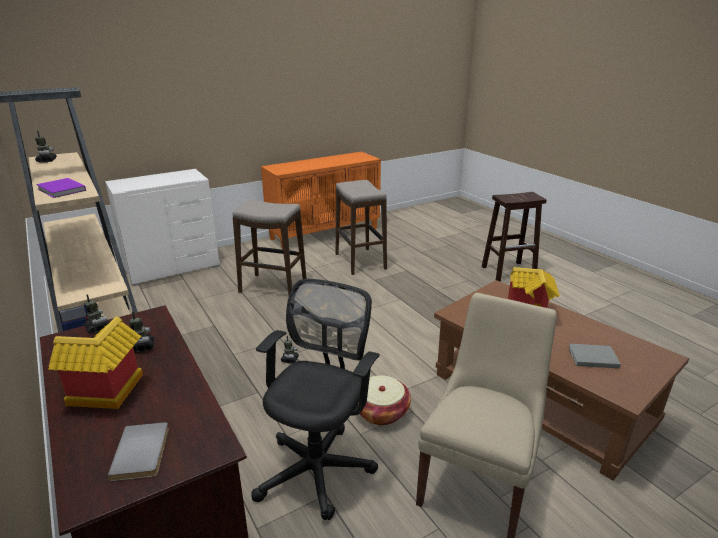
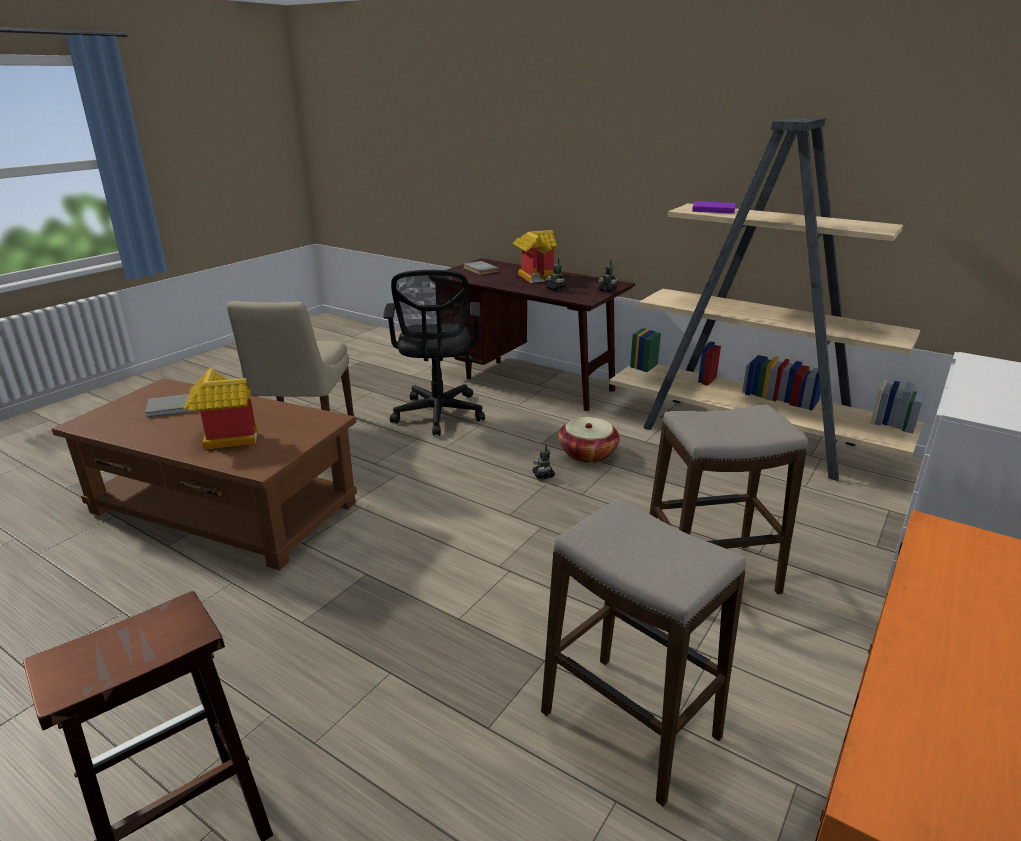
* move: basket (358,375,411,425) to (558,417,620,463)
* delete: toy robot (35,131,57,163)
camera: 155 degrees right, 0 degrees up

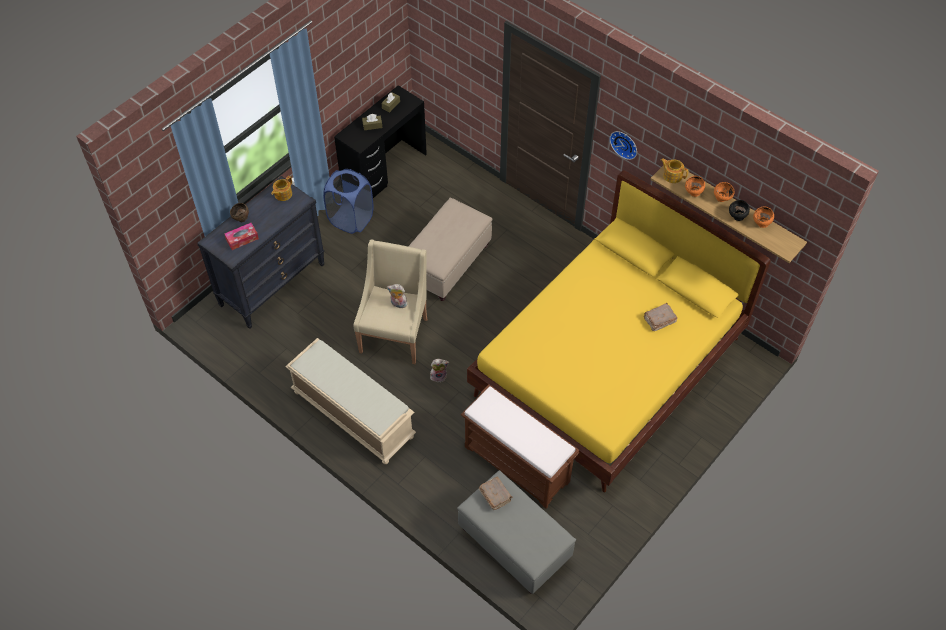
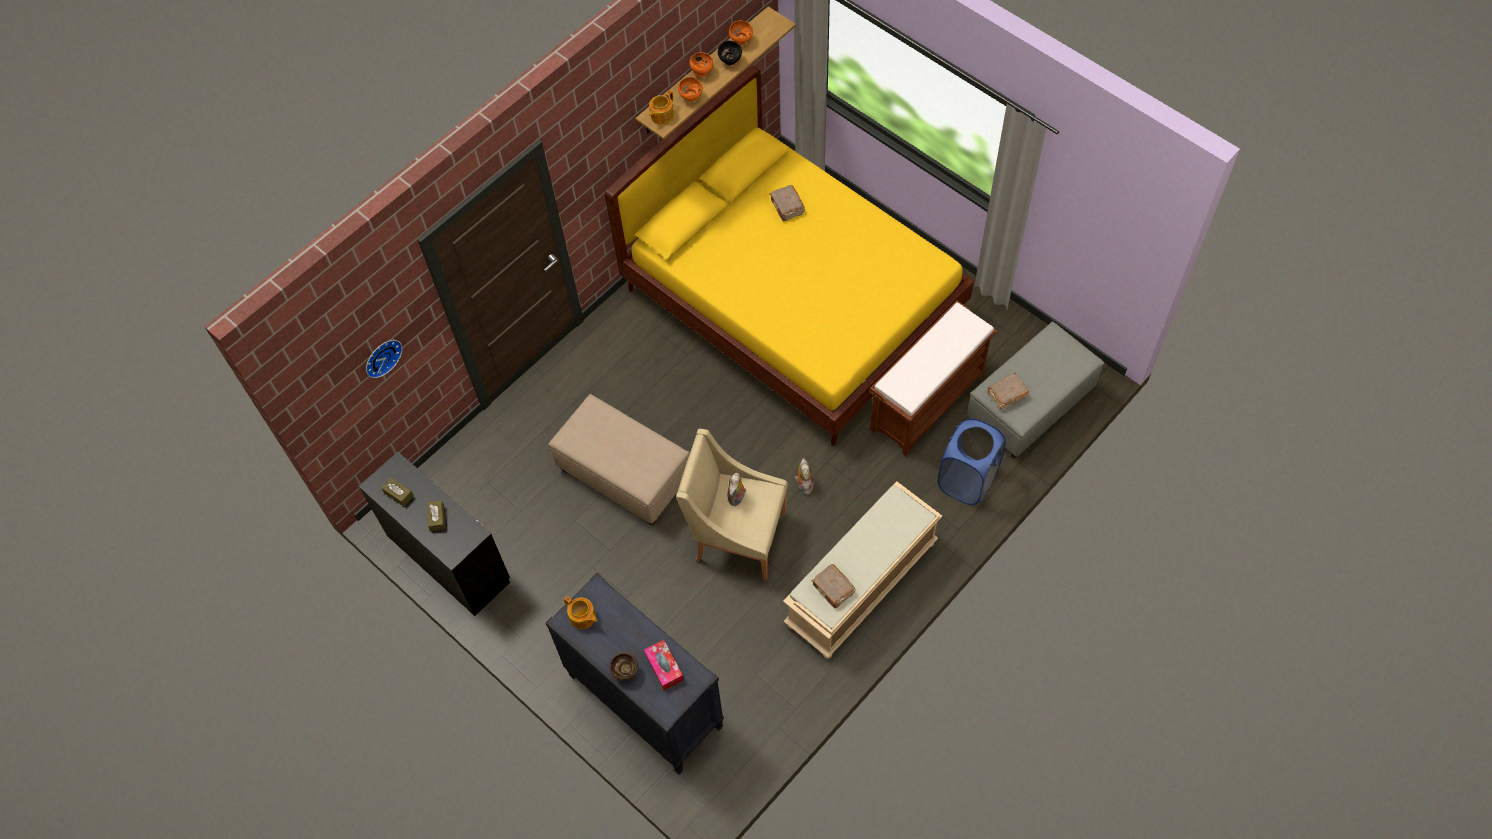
* move: wall clock (610,131,637,160) to (366,340,403,378)
* insert: brown book (811,564,855,609)
* move: blue laundry basket (323,169,374,234) to (938,418,1006,505)
camera: 85 degrees left, 5 degrees up

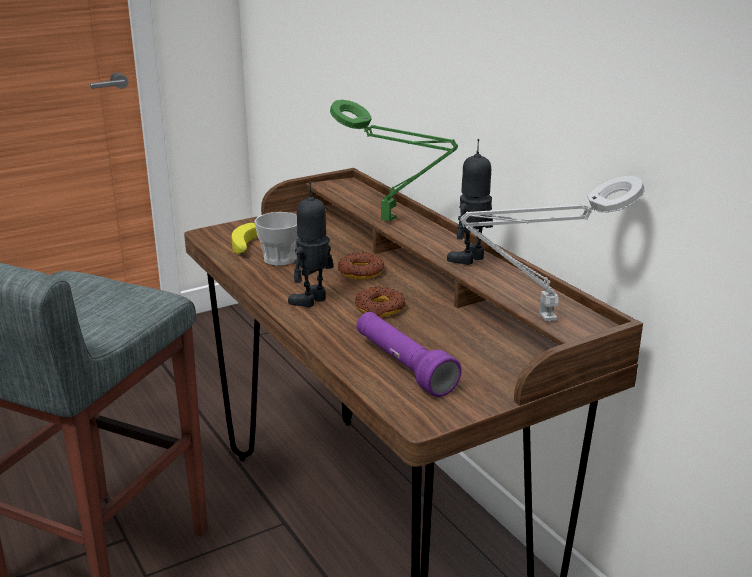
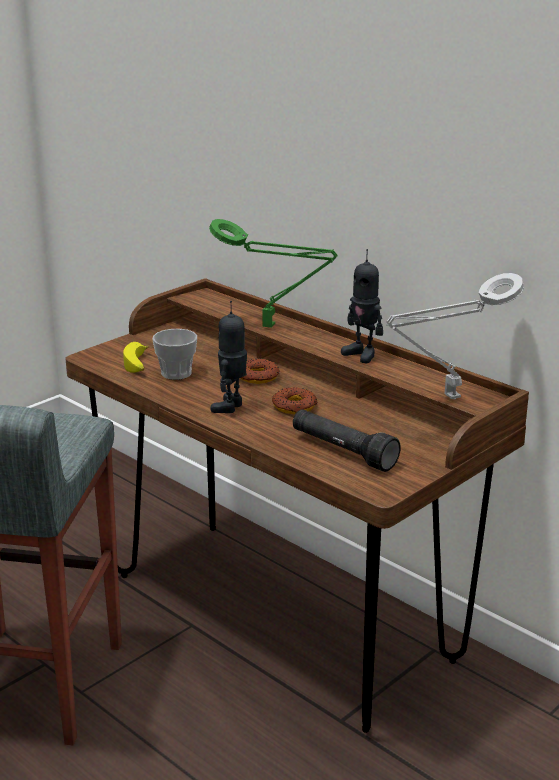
* recolor: purple flashlight (357,312,462,397) to black flashlight (293,409,401,472)
* rotate: toy robot (447,139,493,265) = (341,249,383,363) 75 degrees counterclockwise
camera: 15 degrees left, 0 degrees up

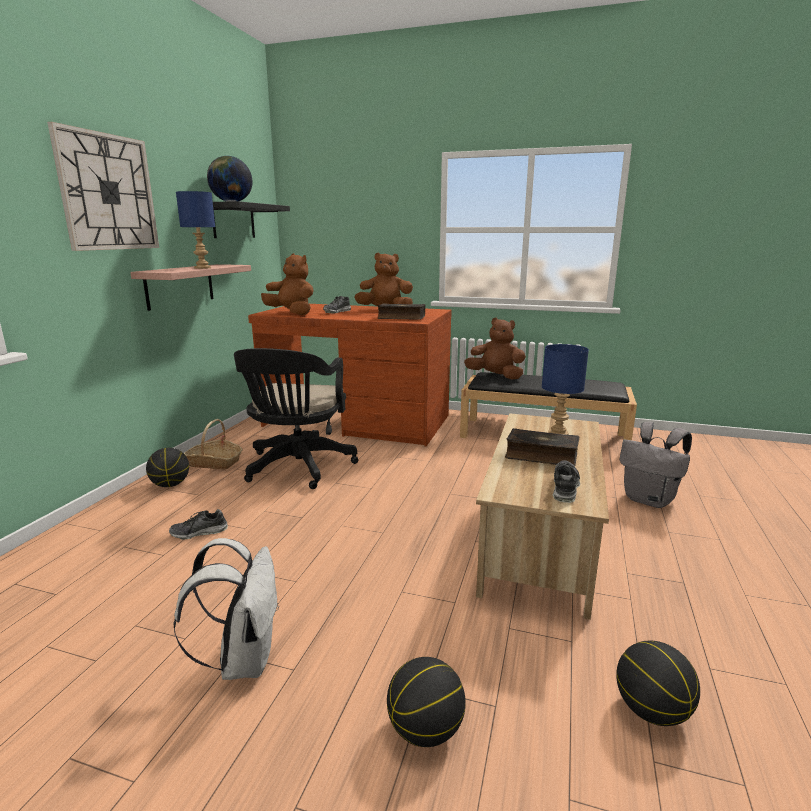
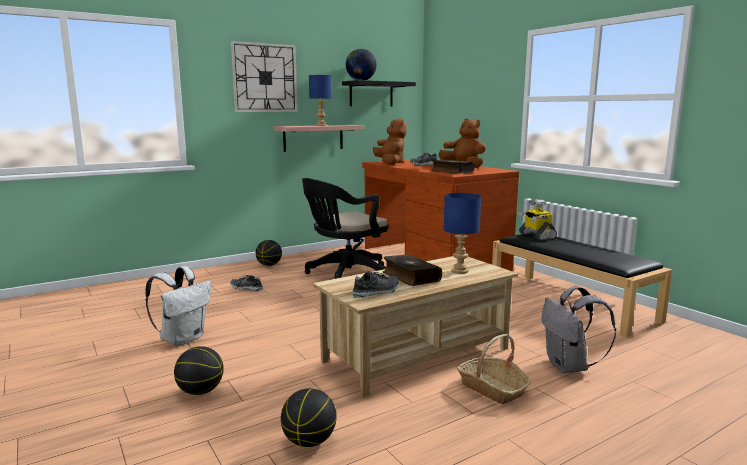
* move: basket (184,419,242,470) to (457,334,531,404)
* replace: brown plush toy (464,318,526,380) to toy robot (518,199,557,241)
camera: 40 degrees right, 5 degrees down

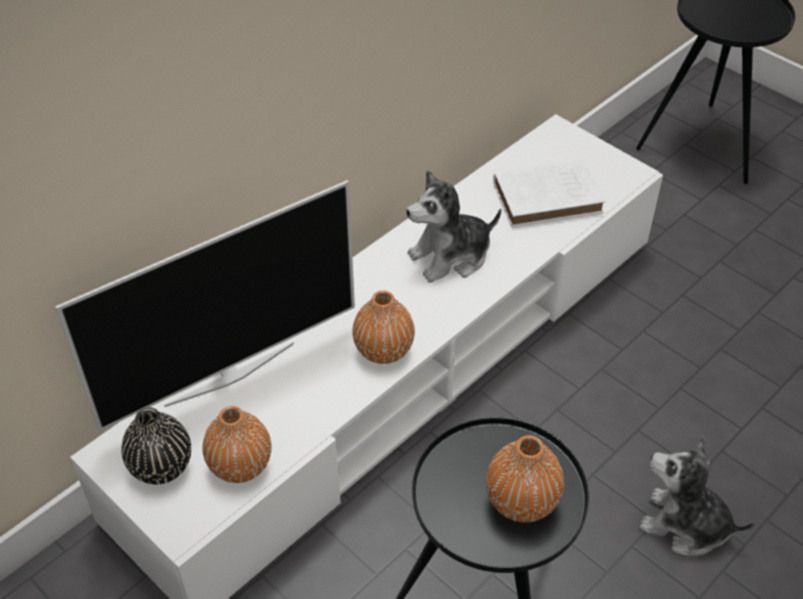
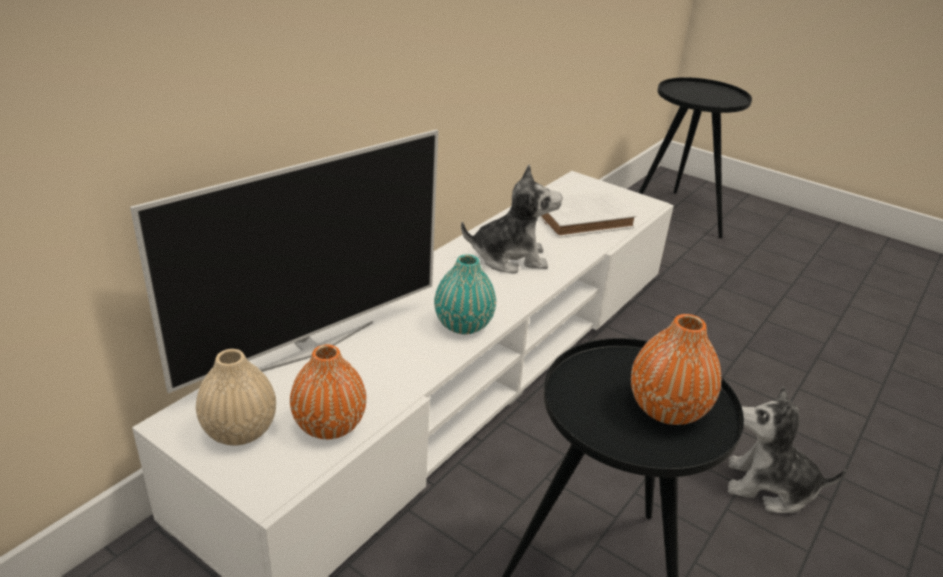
* recolor: black vase (121,407,191,485) to beige vase (196,349,276,445)
* recolor: orange vase (352,291,415,364) to turquoise vase (434,254,496,334)
* rotate: plush toy (406,170,501,283) = (461,164,562,274) 150 degrees counterclockwise
camera: 10 degrees left, 15 degrees down

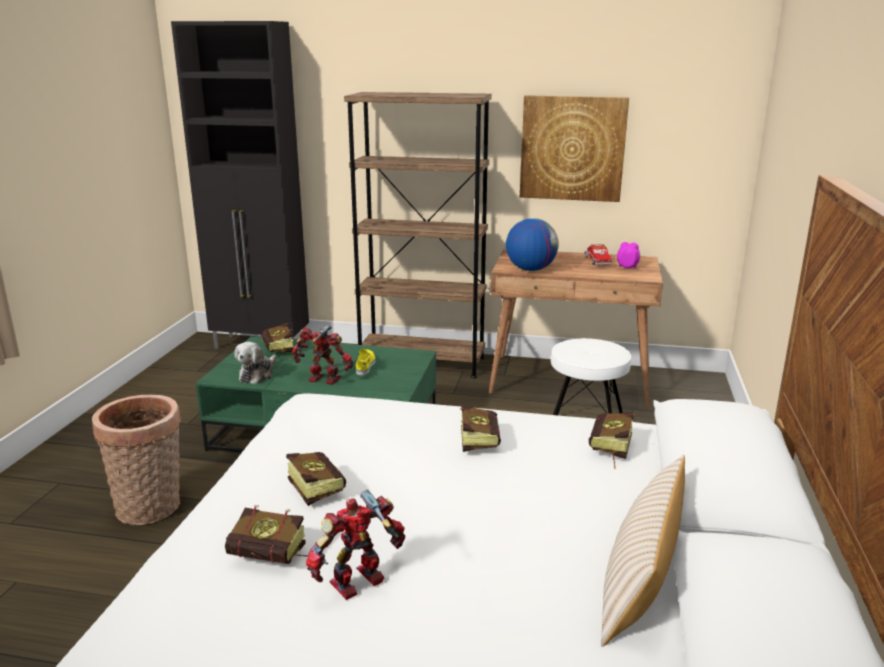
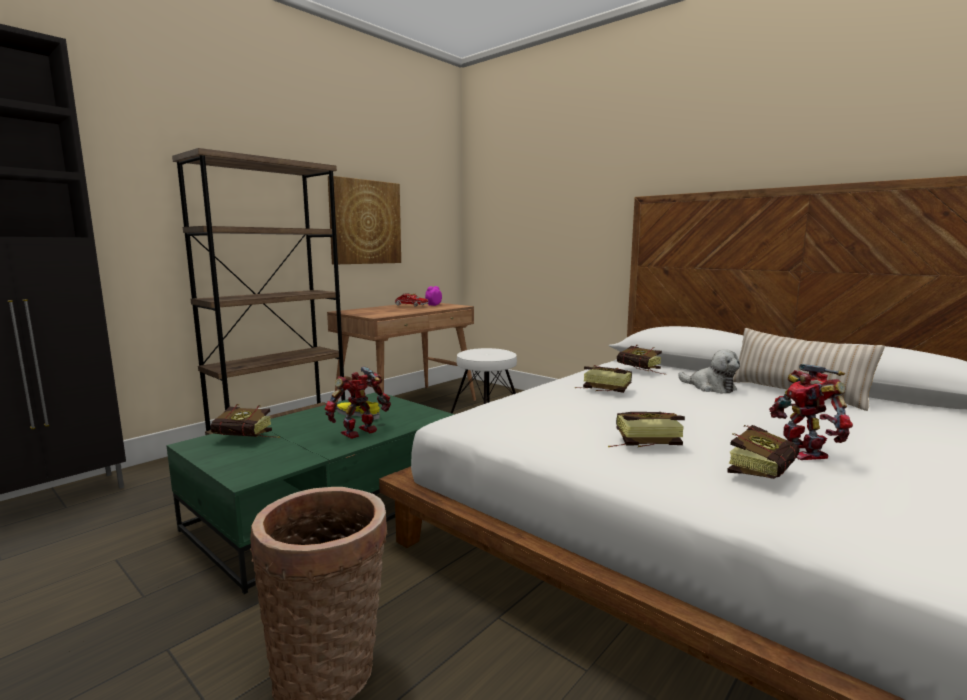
* move: plush toy (234,342,277,384) to (678,349,740,393)
* delete: globe (506,218,559,271)
camera: 60 degrees left, 10 degrees down

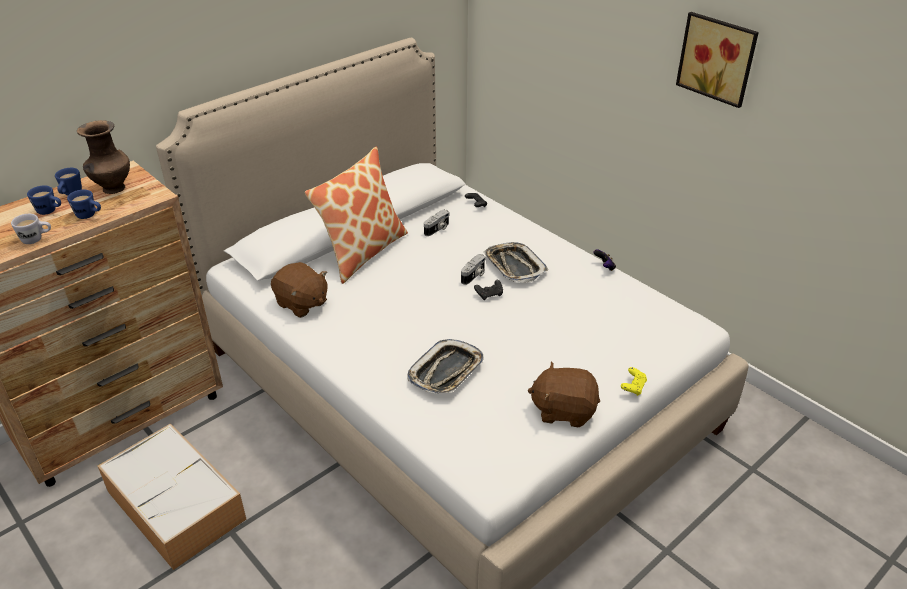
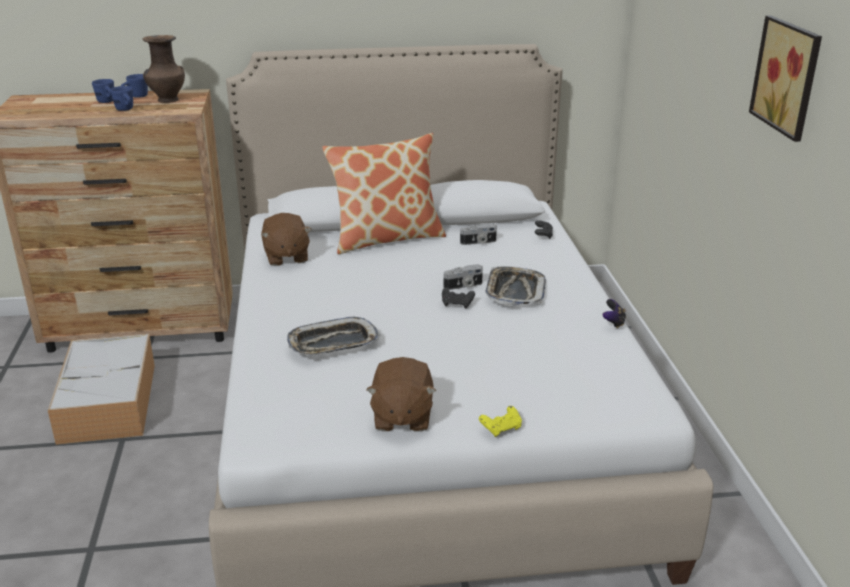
* rotate: brown plush toy (527,361,600,428) = (366,357,436,432) 135 degrees counterclockwise
* delete: white mug (11,214,51,244)
camera: 35 degrees right, 10 degrees down

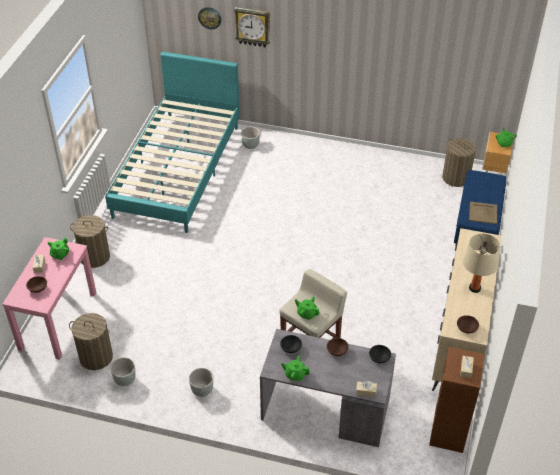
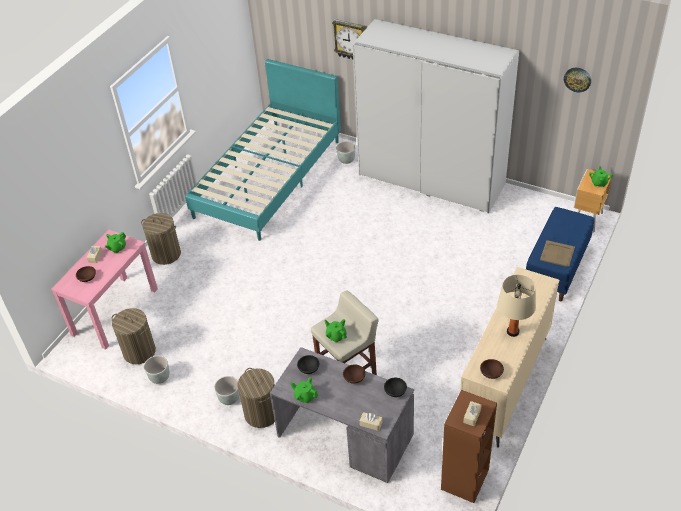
* move: laundry basket (442,138,476,187) to (238,368,275,428)
* insert: white wardrobe (353,19,519,213)
* move: wall clock (198,7,221,29) to (564,68,591,92)
camera: 15 degrees right, 0 degrees up

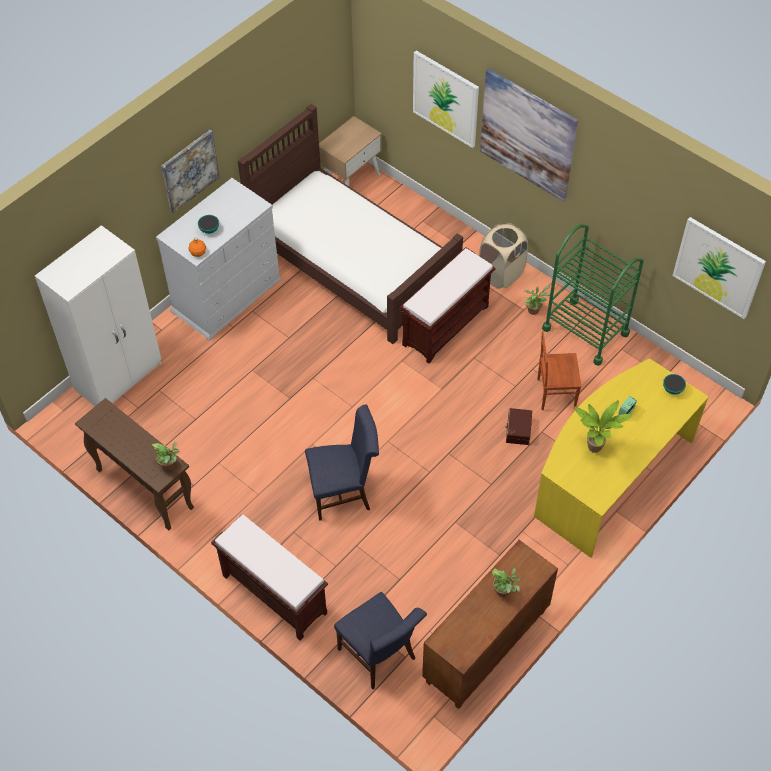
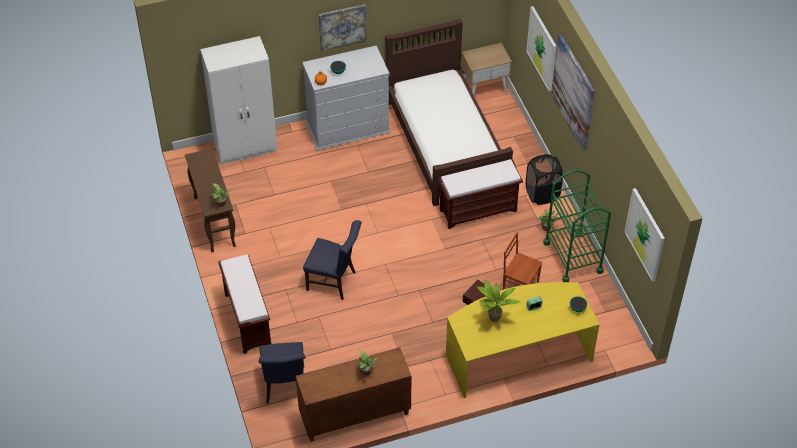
* recolor: beige laundry basket (479,223,528,289) to black laundry basket (526,154,563,205)
camera: 30 degrees right, 5 degrees down

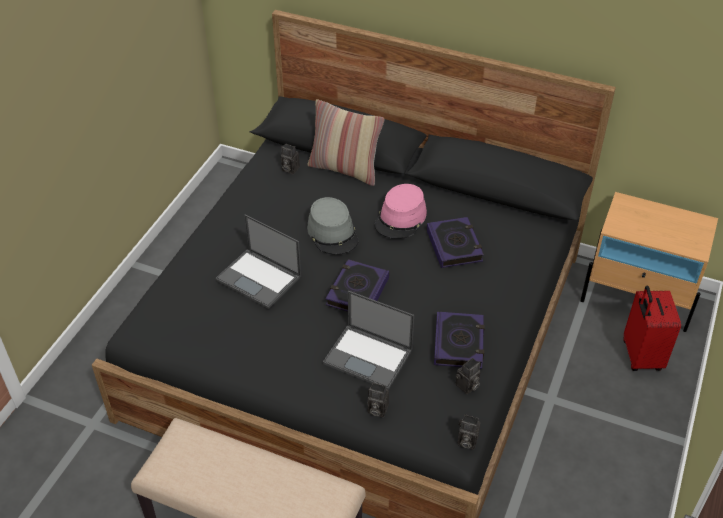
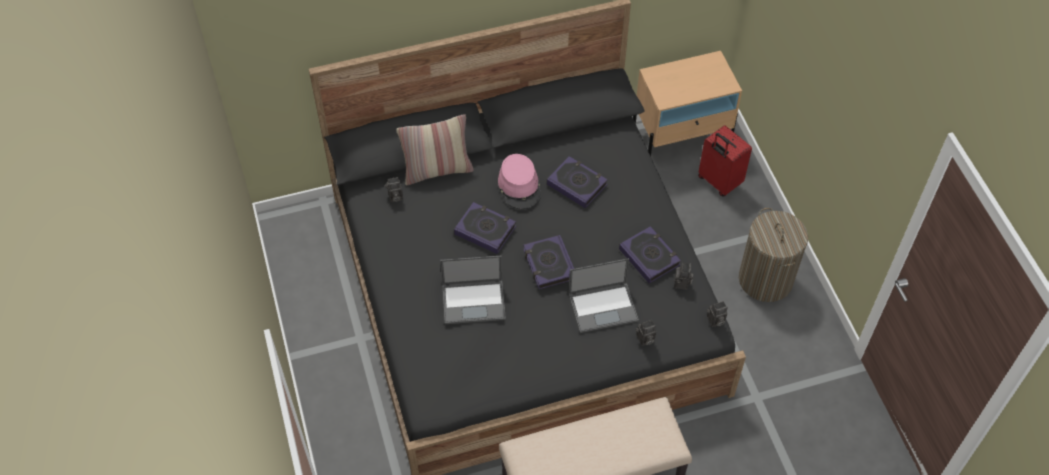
* replace: grey hat (307,197,358,255) to book (454,202,516,254)
* insert: laundry basket (739,208,808,302)
camera: 40 degrees left, 10 degrees up

